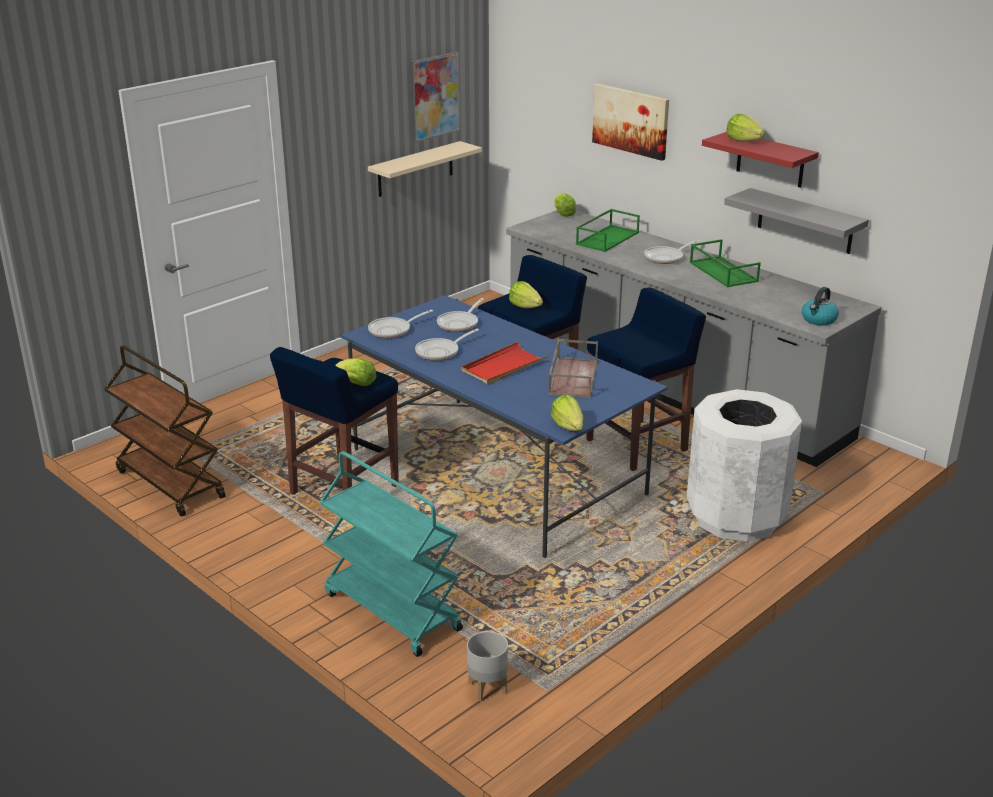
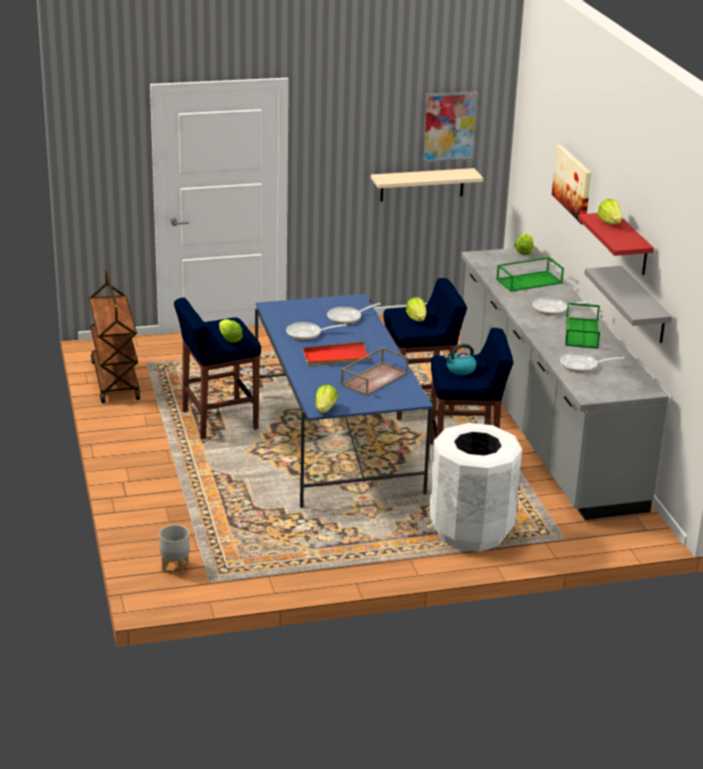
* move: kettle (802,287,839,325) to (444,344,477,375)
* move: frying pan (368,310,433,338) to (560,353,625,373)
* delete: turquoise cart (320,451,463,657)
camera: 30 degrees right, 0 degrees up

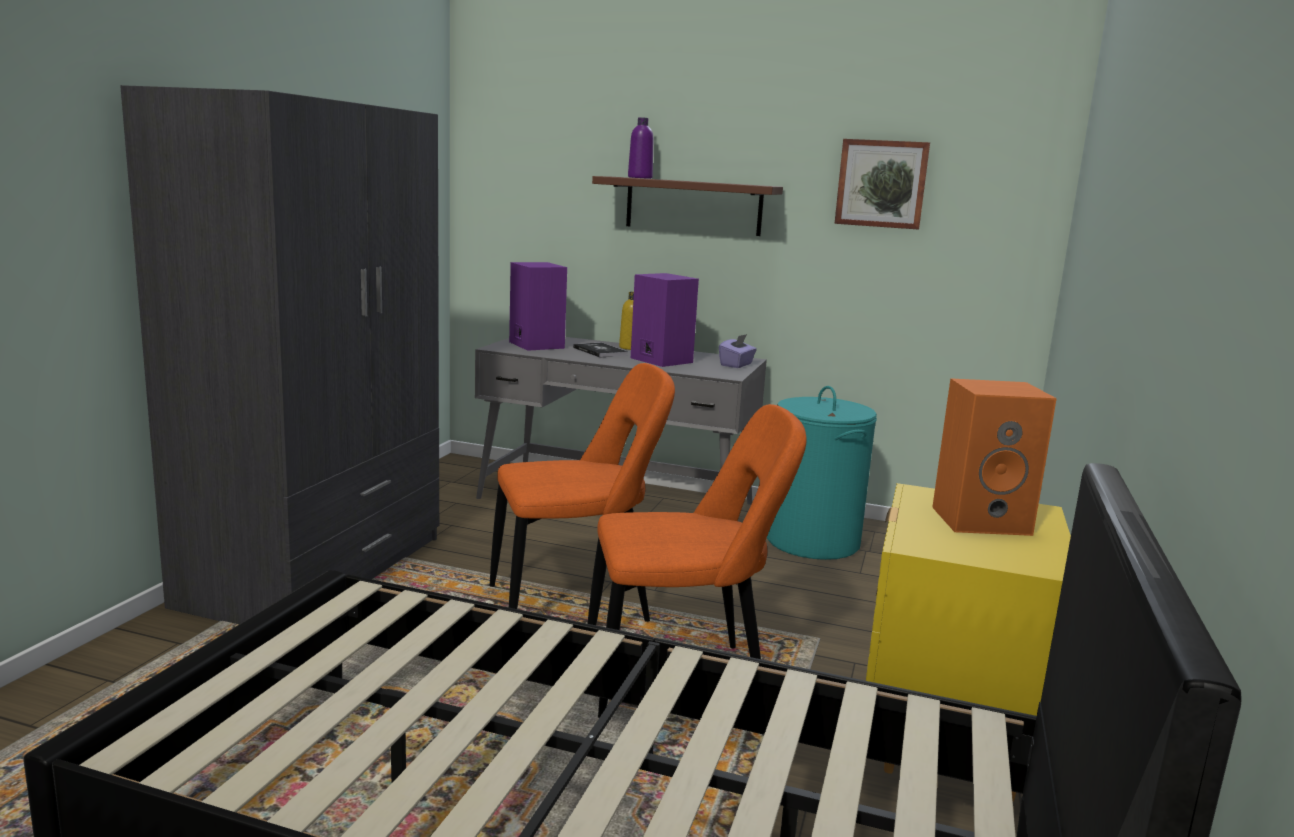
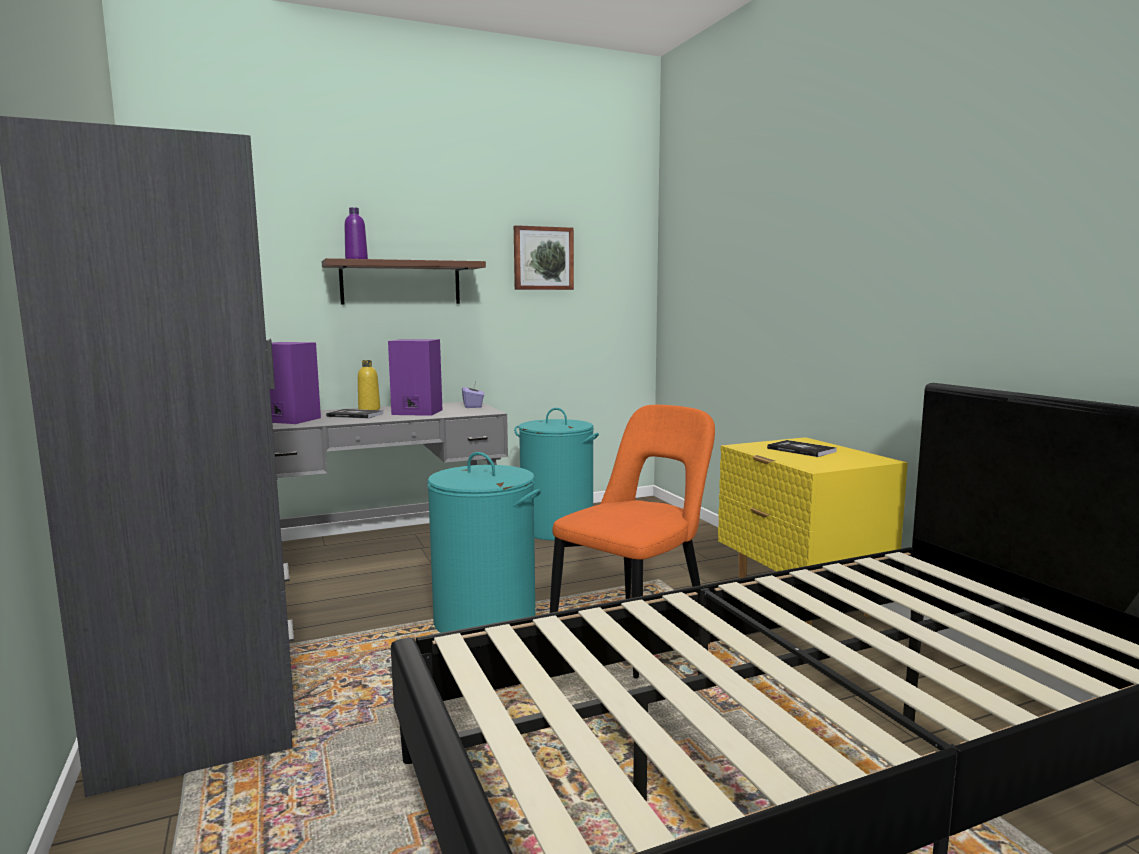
* replace: orange chair (490,363,675,622) to turquoise laundry basket (427,452,541,633)
* replace: orange speaker (932,378,1057,536) to book (767,440,837,457)
camera: 40 degrees left, 5 degrees down

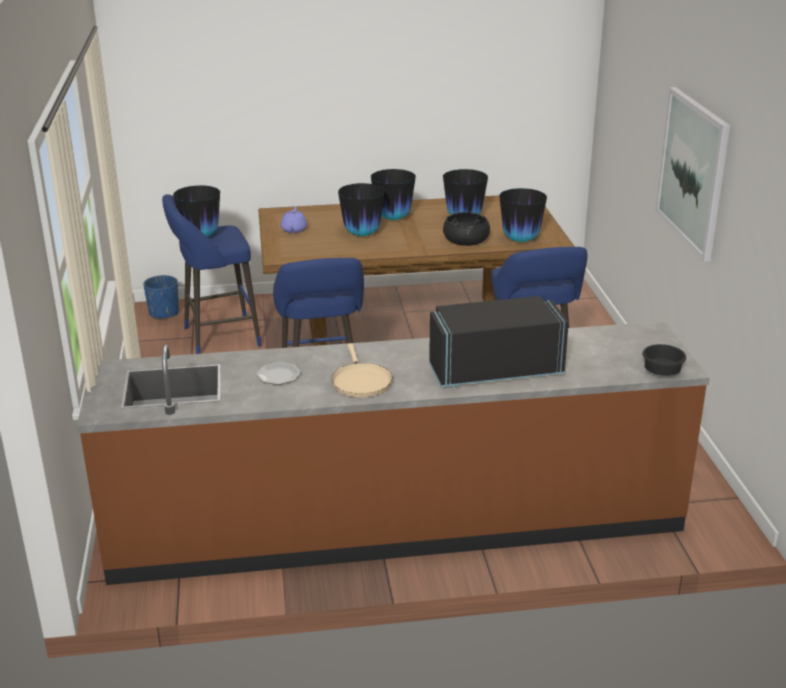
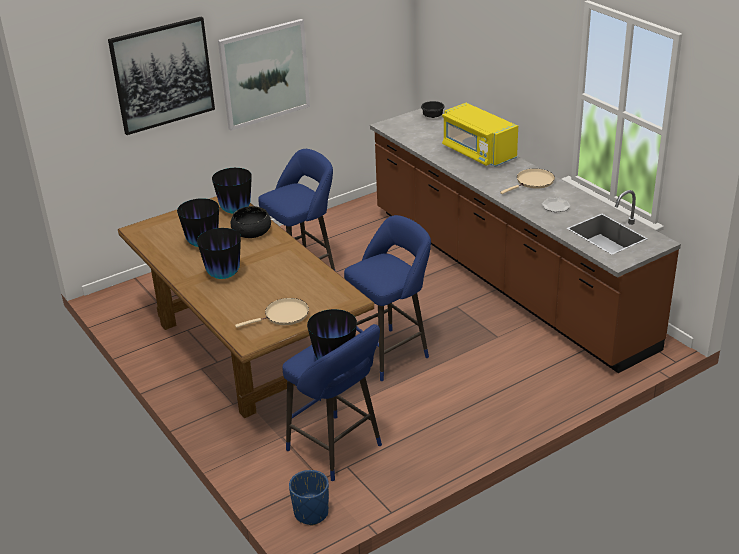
* insert: picture (108,17,215,135)
* replace: purple teapot (281,206,307,233) to beige frying pan (235,298,309,328)
* recolor: black microwave (429,296,569,387) to yellow microwave (442,103,518,167)
* delete: vase (338,183,385,236)
camera: 115 degrees left, 5 degrees up

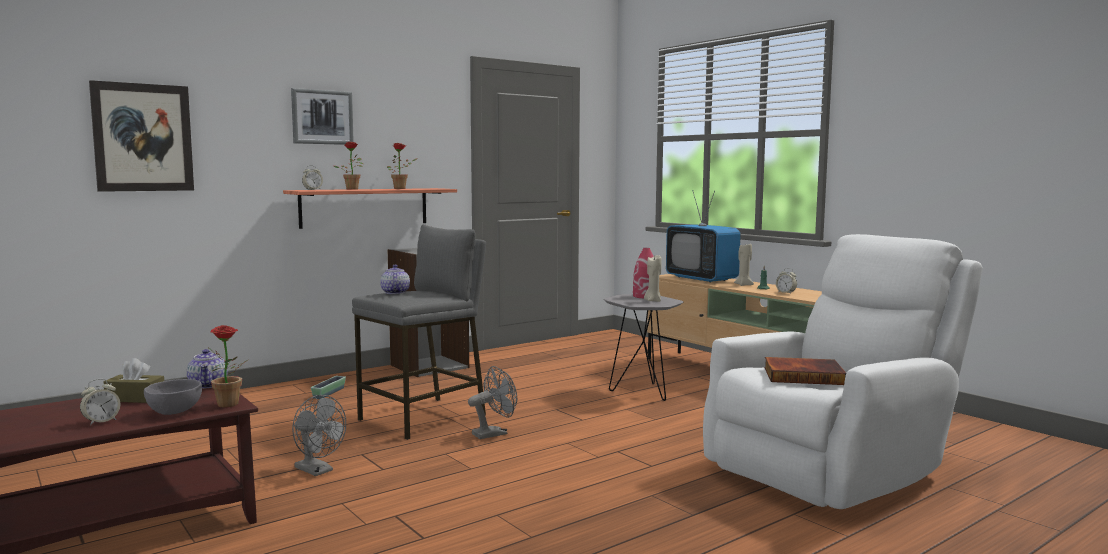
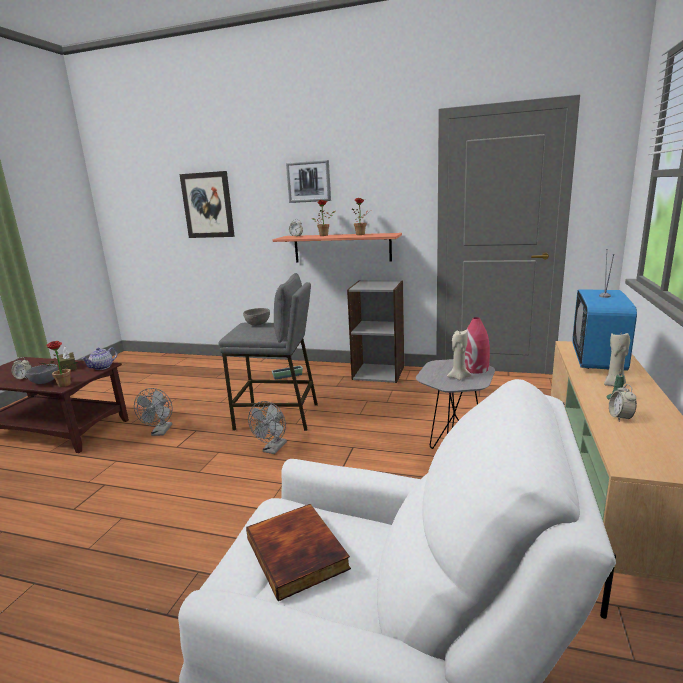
* replace: teapot (380,265,410,294) to grey bowl (243,308,270,326)
* rotate: grey fan (468,366,517,439) = (248,401,287,454) 90 degrees clockwise
camera: 55 degrees right, 10 degrees up

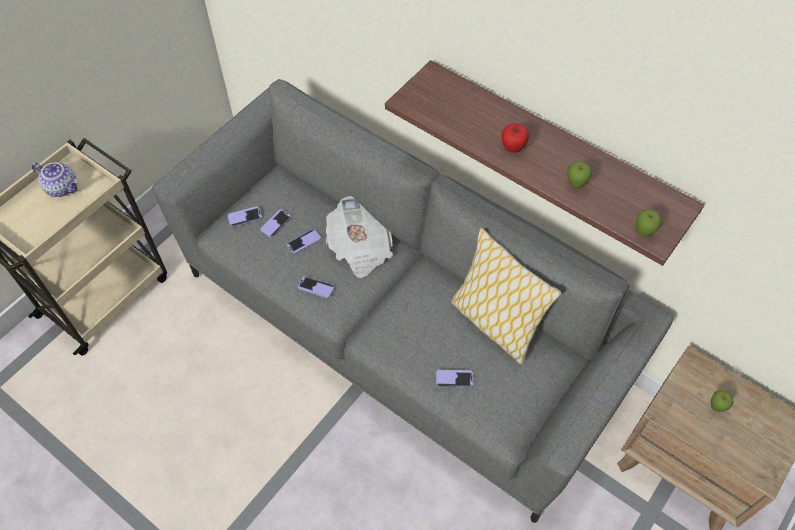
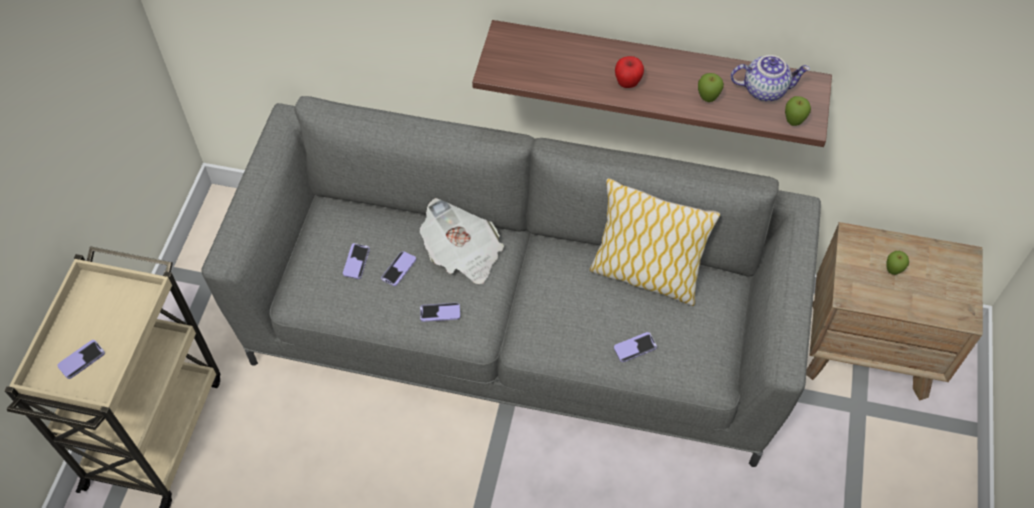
* move: phone (228,206,262,227) to (57,340,105,379)
* move: teapot (32,162,77,197) to (731,55,810,101)
camera: 25 degrees left, 0 degrees up

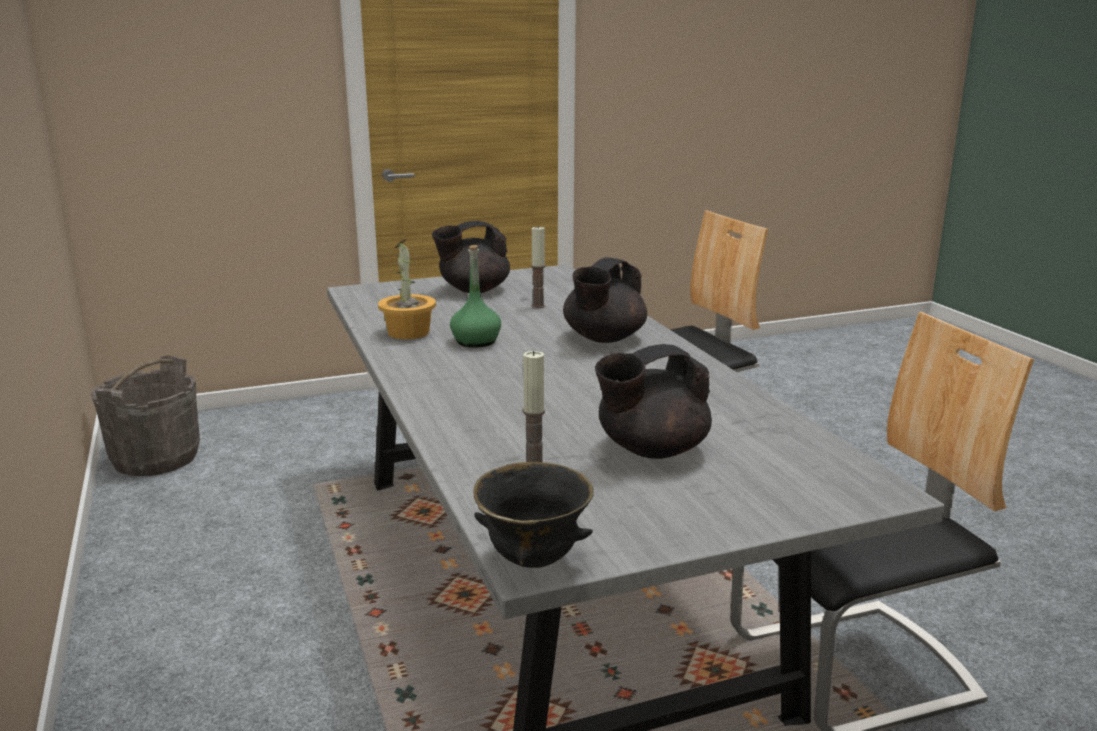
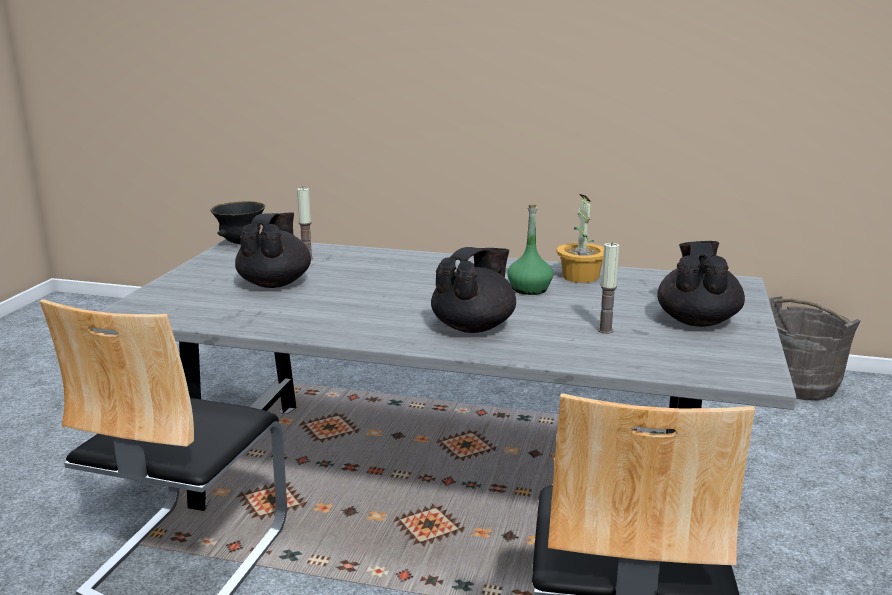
* rotate: black teapot (563,257,647,343) = (431,247,516,333) 60 degrees clockwise
camera: 125 degrees right, 0 degrees up

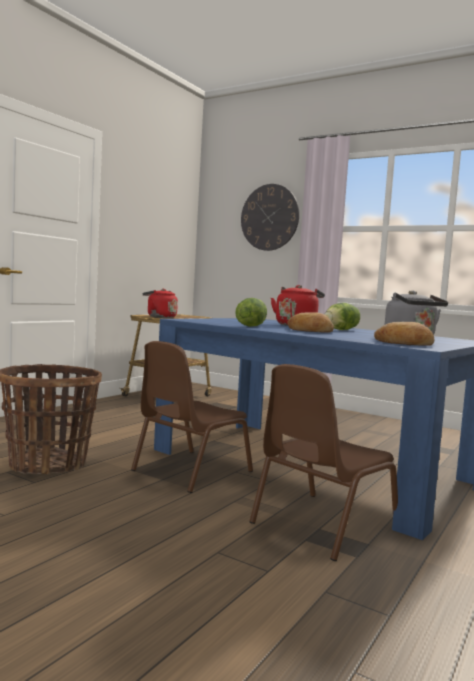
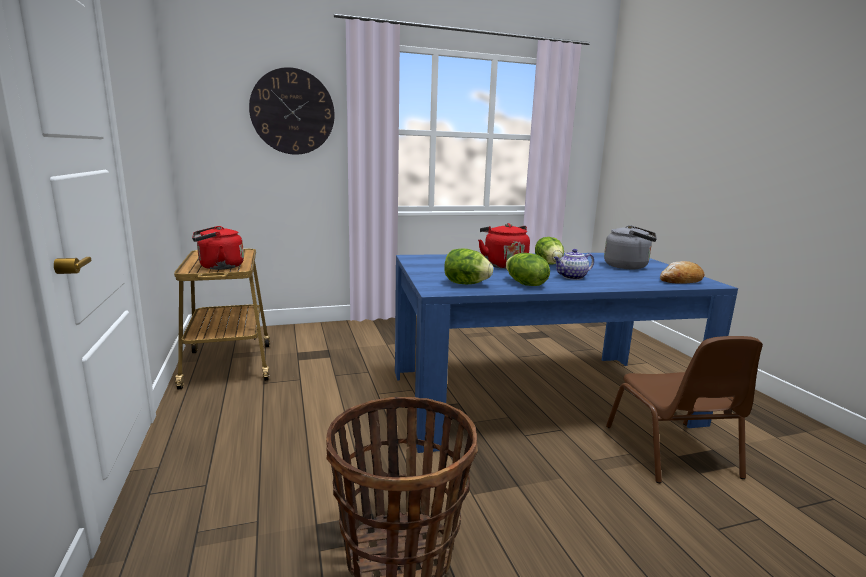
* insert: lettuce (444,249,493,284)
* replace: bread (287,312,334,332) to teapot (554,249,594,280)
* delete: brown chair (131,341,253,493)
camera: 50 degrees left, 10 degrees up

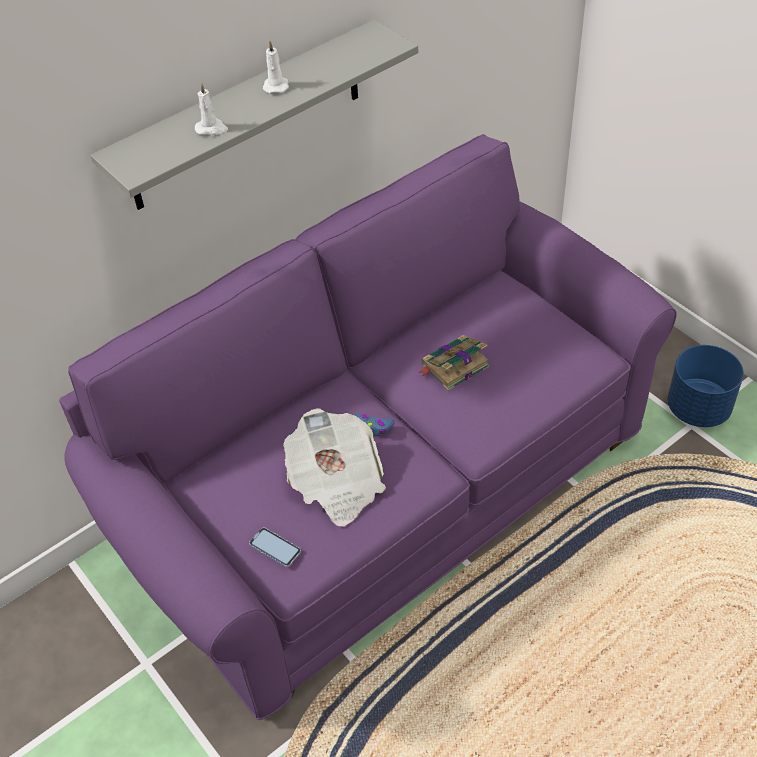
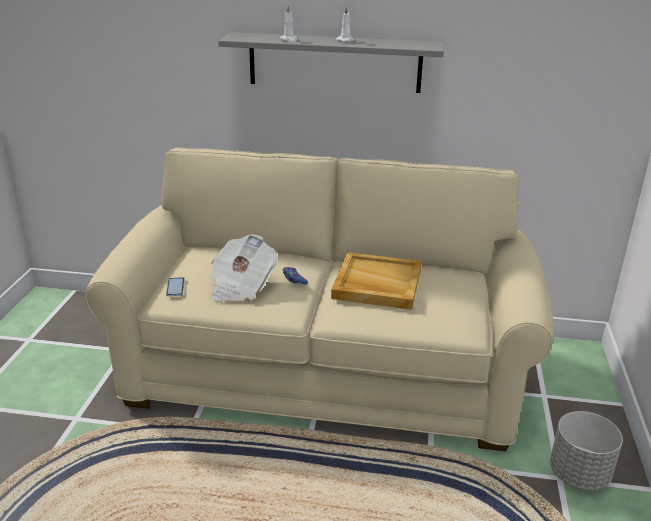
* recolor: purple sofa (59,134,677,720) to beige sofa (85,147,554,451)
* replace: book (418,335,489,391) to beige tray (331,252,422,310)
* recolor: blue planter (668,345,744,427) to grey planter (550,411,623,490)
camera: 45 degrees right, 20 degrees down

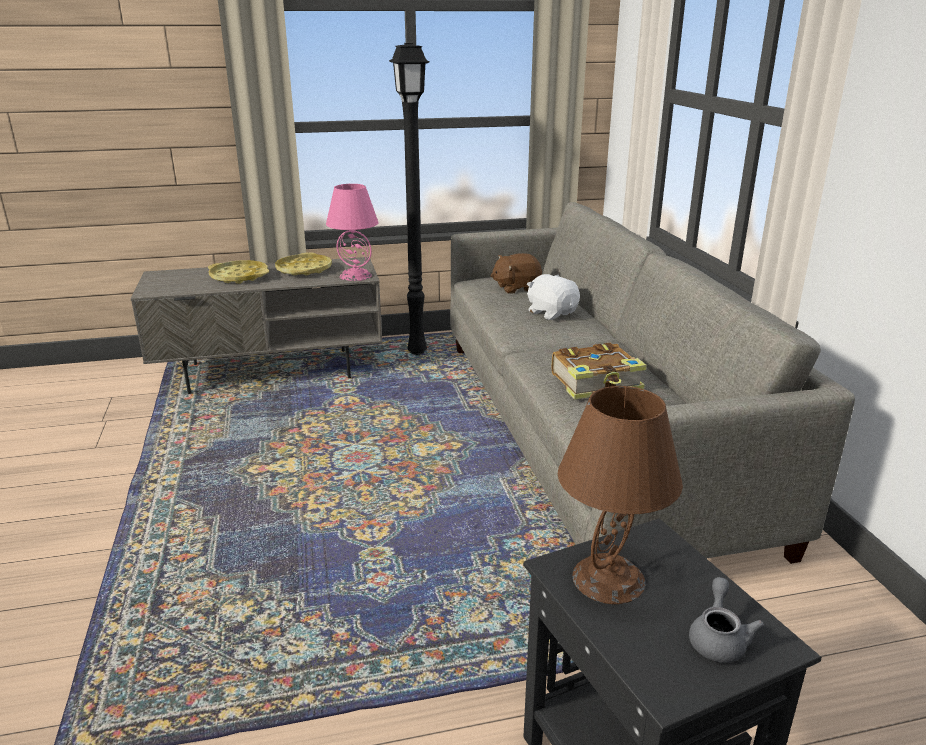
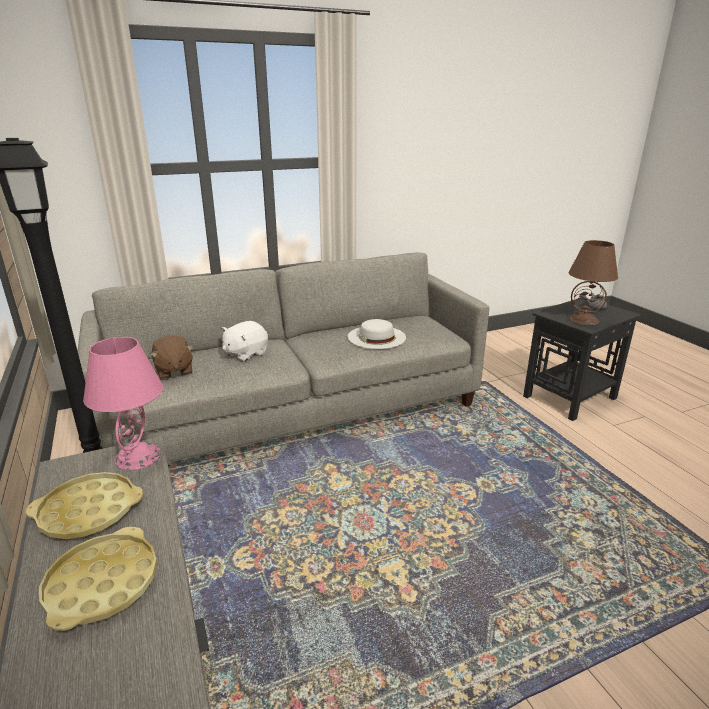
* replace: book (552,342,647,400) to white hat (348,319,406,349)
camera: 100 degrees left, 0 degrees up

